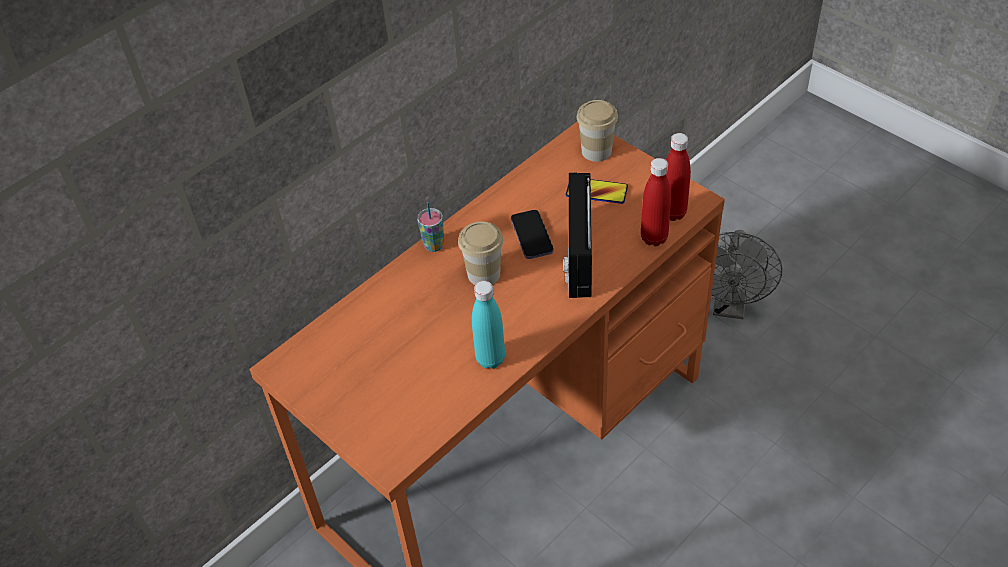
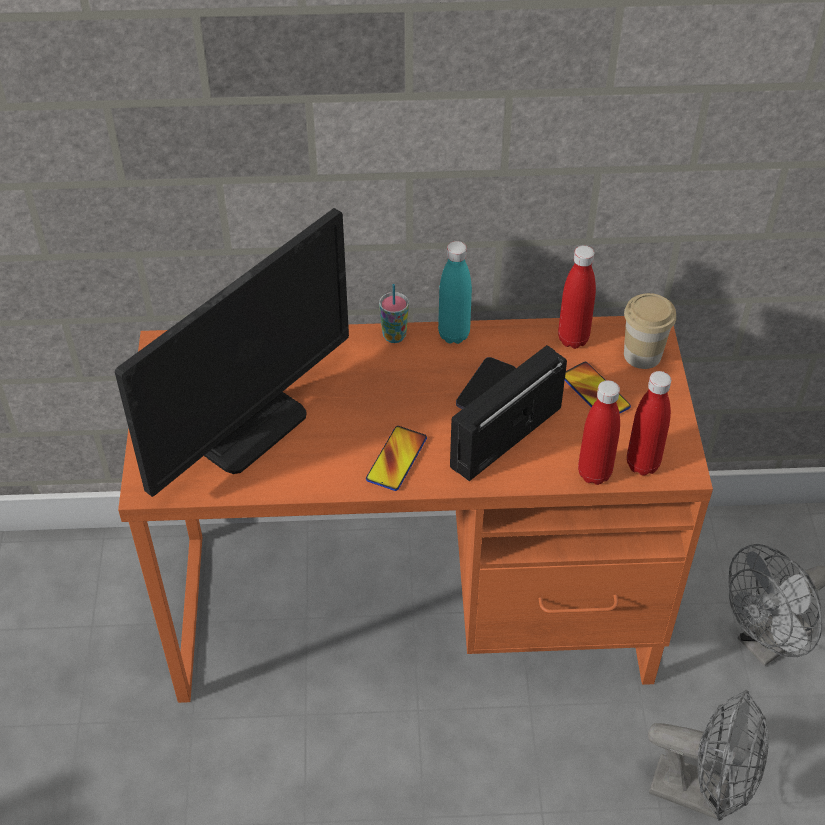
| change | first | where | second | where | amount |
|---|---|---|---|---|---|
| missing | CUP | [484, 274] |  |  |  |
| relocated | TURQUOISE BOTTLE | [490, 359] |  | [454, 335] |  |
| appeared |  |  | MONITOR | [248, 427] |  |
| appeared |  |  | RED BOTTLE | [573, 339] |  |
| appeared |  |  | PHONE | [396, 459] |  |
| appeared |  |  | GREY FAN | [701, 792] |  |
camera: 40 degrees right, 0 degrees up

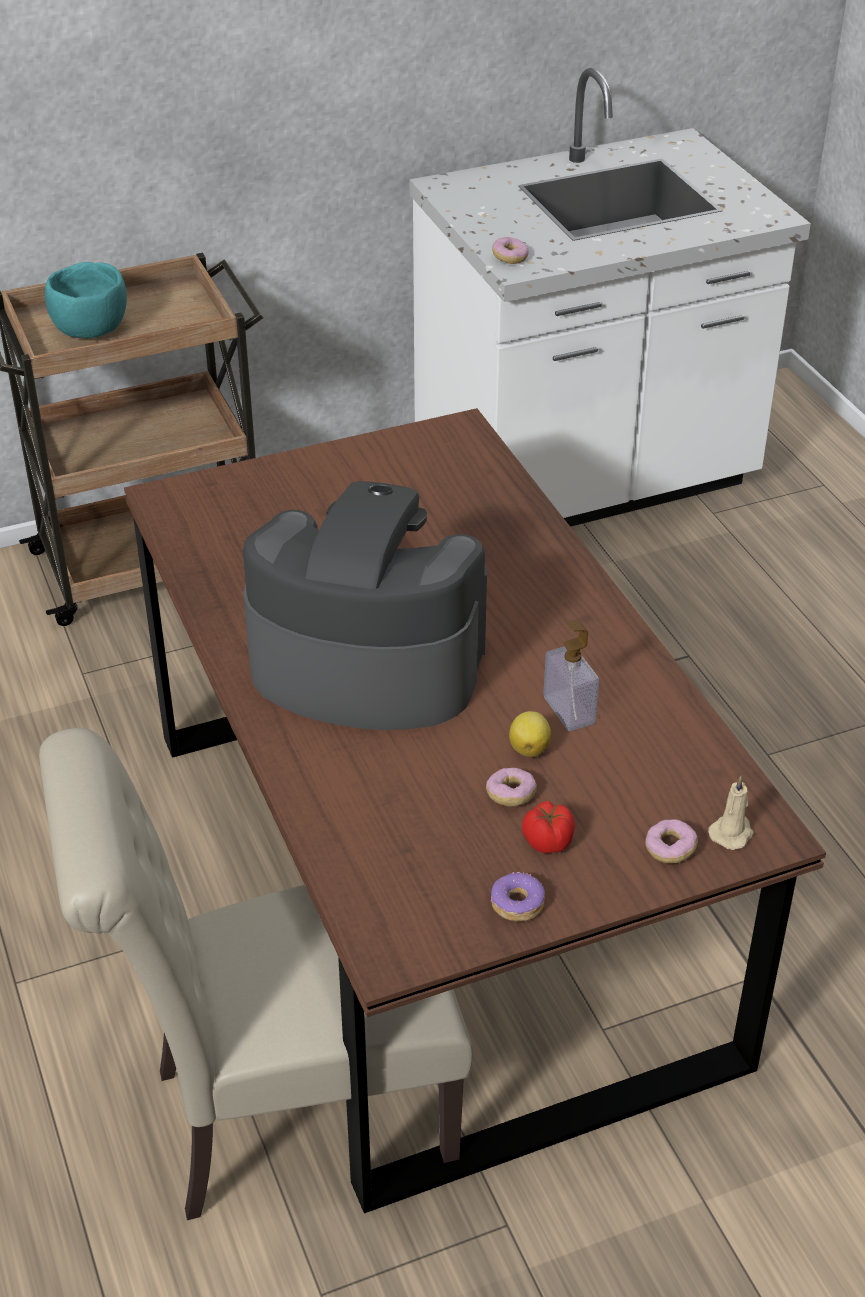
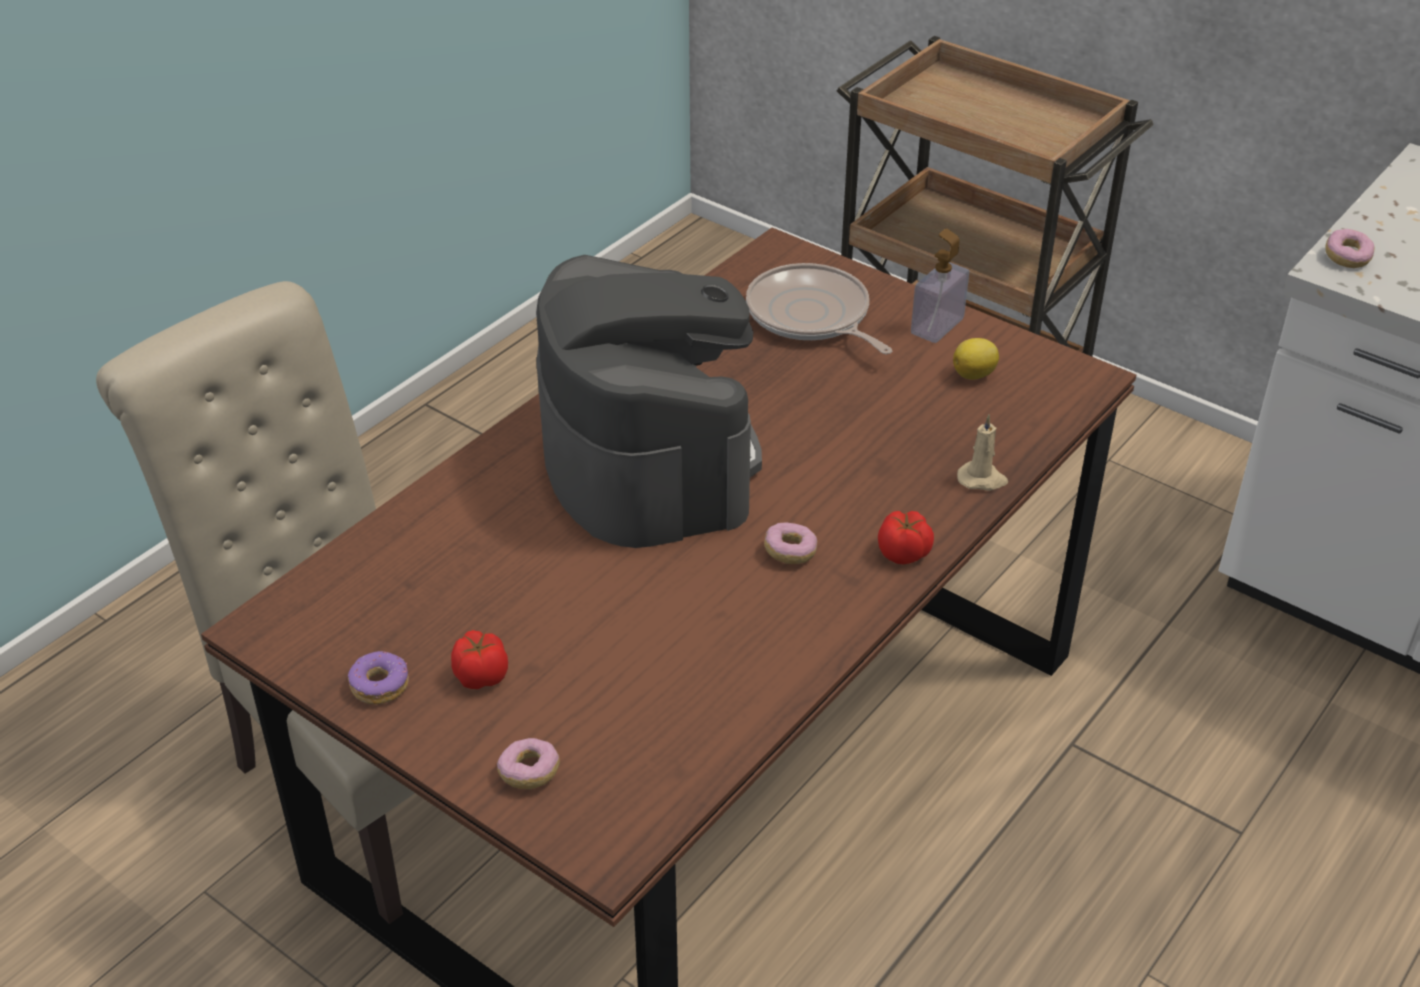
| change | first | where | second | where | amount |
|---|---|---|---|---|---|
| missing | TURQUOISE BOWL | [92, 331] |  |  |  |
| relocated | SOAP DISPENSER | [569, 710] |  | [937, 326] |  |
| relocated | LEMON | [529, 747] |  | [975, 374] |  |
| relocated | DONUT | [511, 795] |  | [790, 552] |  |
| relocated | BEIGE CANDLE | [732, 833] |  | [982, 479] |  |
| appeared |  |  | FRYING PAN | [811, 316] |  |
| appeared |  |  | TOMATO | [904, 553] |  |
camera: 60 degrees right, 0 degrees up

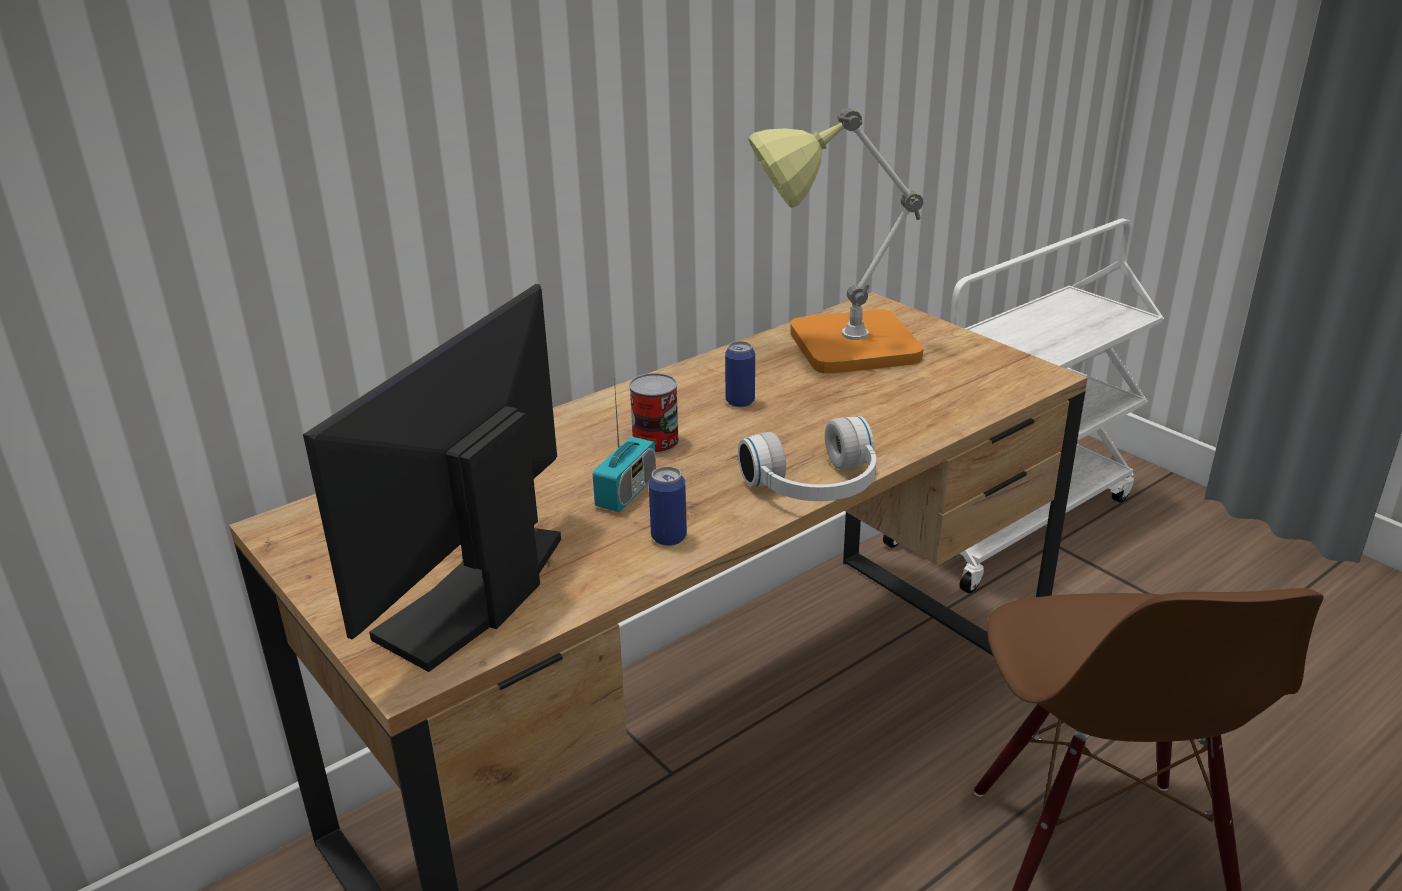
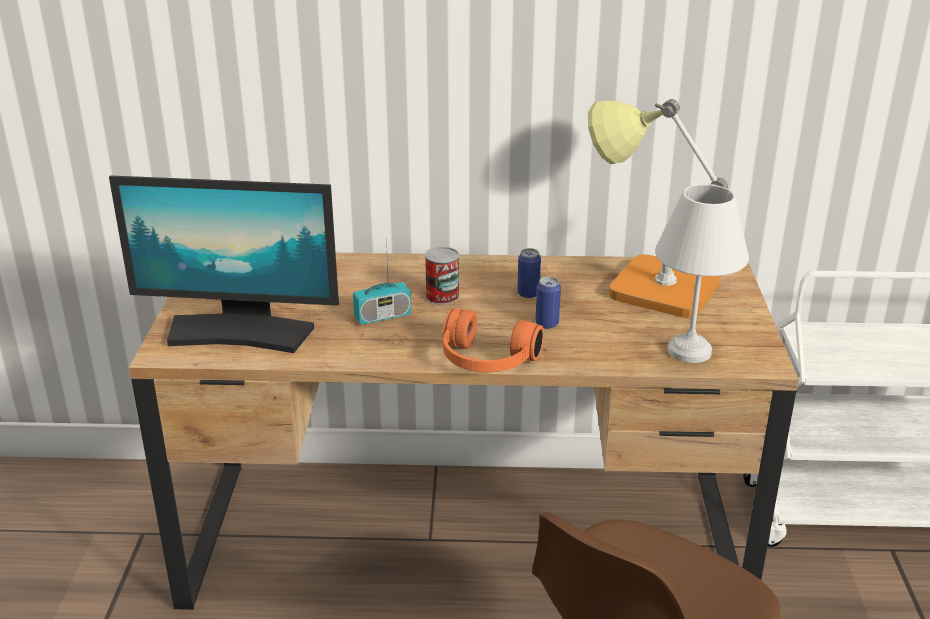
| change | first | where | second | where | amount |
|---|---|---|---|---|---|
| spun | MONITOR | [478, 594] |  | [240, 332] | 150 degrees counterclockwise |
| colour | WHITE HEADPHONES | [816, 487] | ORANGE HEADPHONES | [485, 361] |  |
| relocated | CAN | [669, 537] |  | [547, 324] |  |
| appeared |  |  | WHITE TABLE LAMP | [687, 350] |  |
camera: 40 degrees right, 0 degrees up

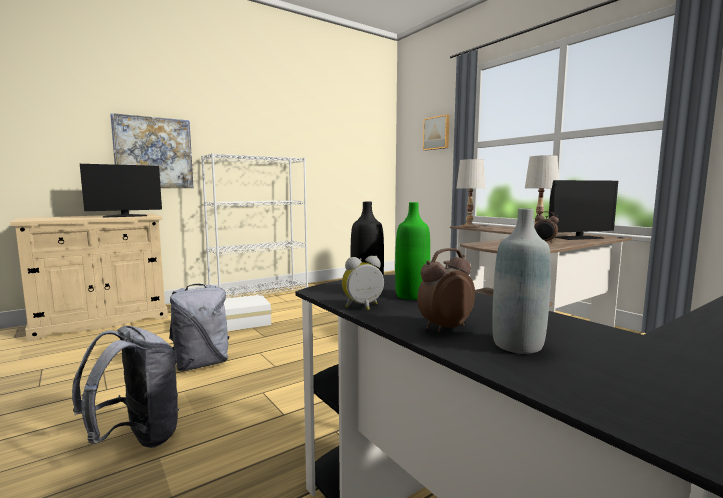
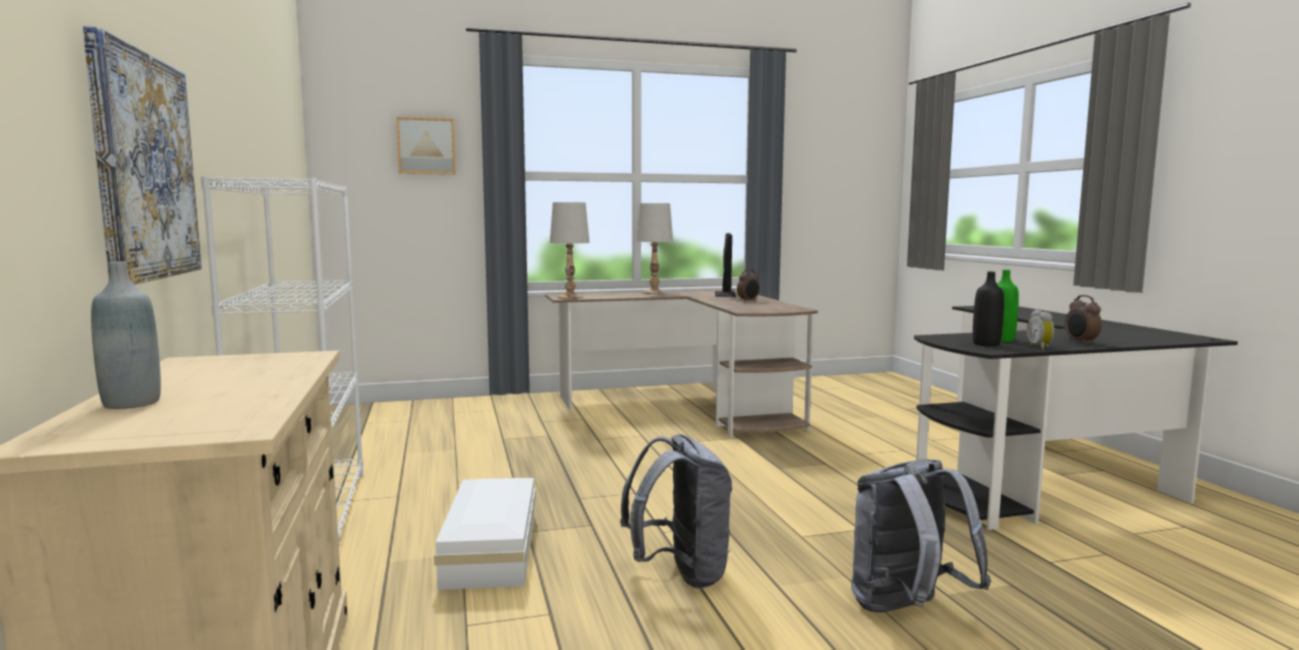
| change | first | where | second | where | amount |
|---|---|---|---|---|---|
| missing | MONITOR | [125, 216] |  |  |  |
| relocated | GREY BOTTLE | [517, 345] |  | [132, 403] |  |
camera: 70 degrees left, 0 degrees up

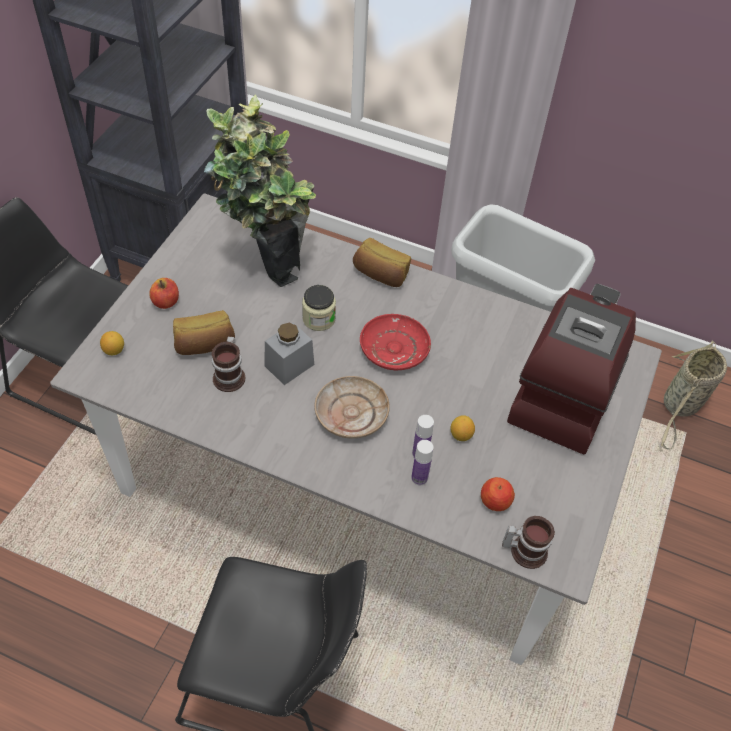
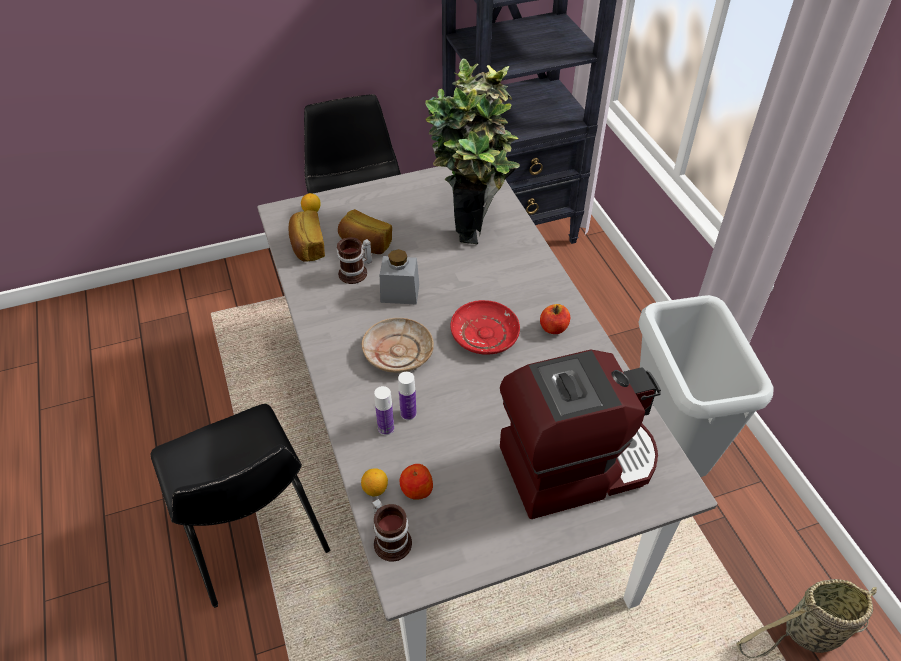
| change | first | where | second | where | amount |
|---|---|---|---|---|---|
| relocated | BREAD | [380, 274] |  | [307, 246] |  |
| relocated | APPLE | [166, 302] |  | [554, 328] |  |
| missing | JAR | [319, 319] |  |  |  |
| relocated | LEMON | [461, 435] |  | [375, 489] |  |
camera: 50 degrees right, 5 degrees down

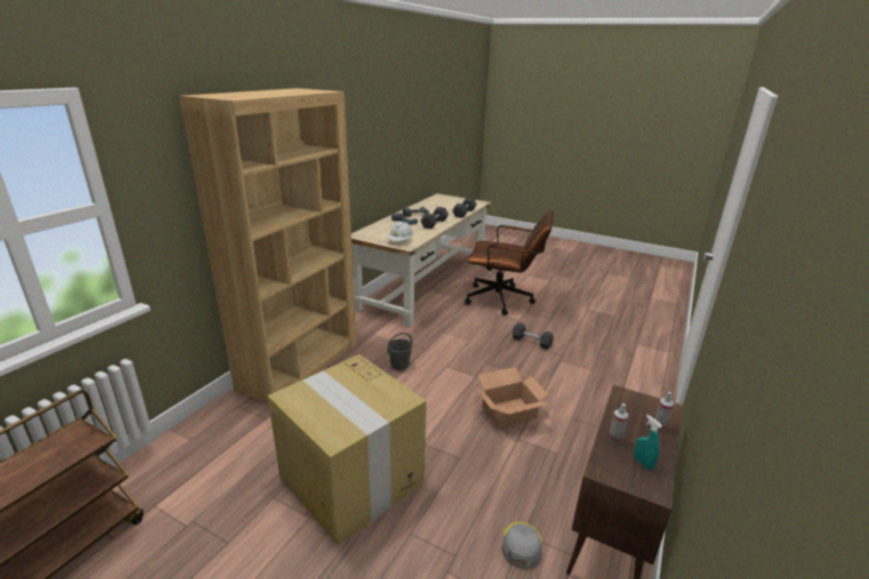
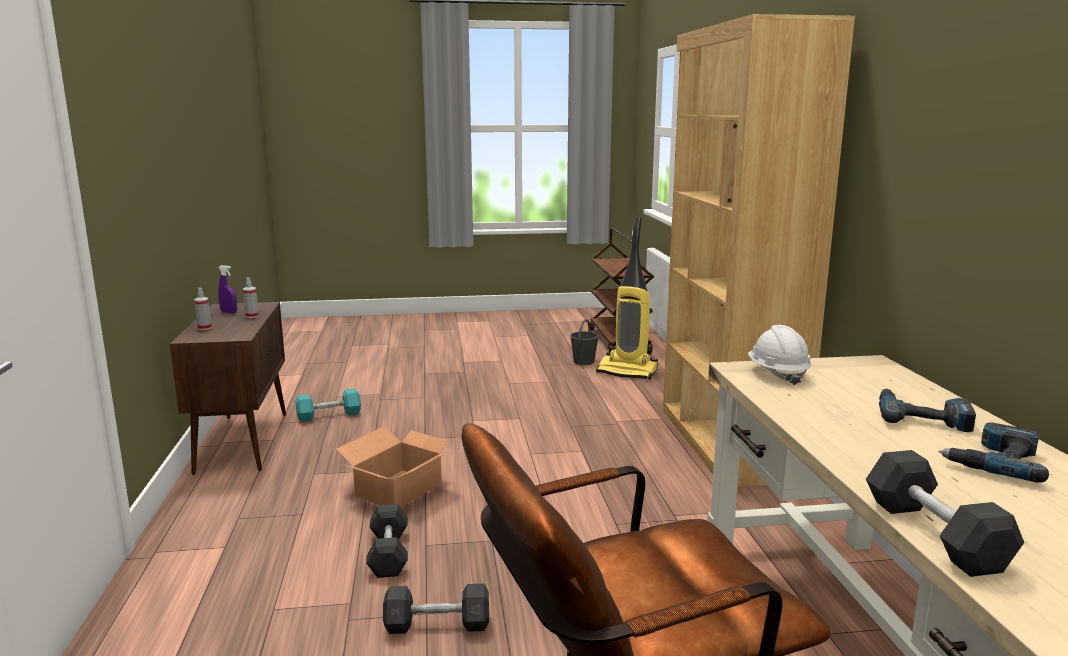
| change | first | where | second | where | amount |
|---|---|---|---|---|---|
| relocated | GREY DUMBBELL | [434, 224] |  | [388, 554] |  |
| relocated | GREY BUCKET | [400, 365] |  | [583, 362] |  |
| missing | CARDBOARD BOX | [353, 481] |  |  |  |
| colour | TURQUOISE SPRAY BOTTLE | [642, 463] | PURPLE SPRAY BOTTLE | [229, 312] |  |
| exchanged | GREY CAP | [521, 545] | TURQUOISE DUMBBELL | [329, 415] |  |
| appeared |  |  | VACUUM CLEANER | [628, 372] |  |
camera: 145 degrees right, 10 degrees down

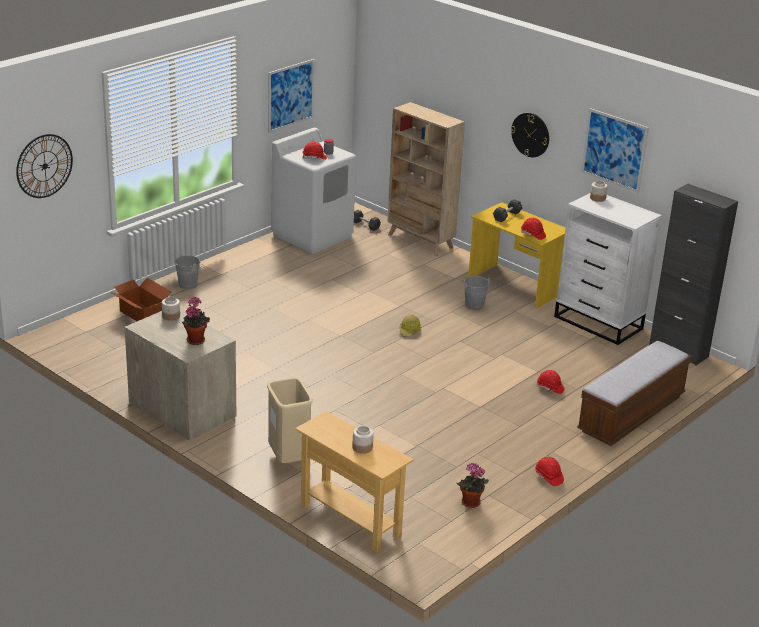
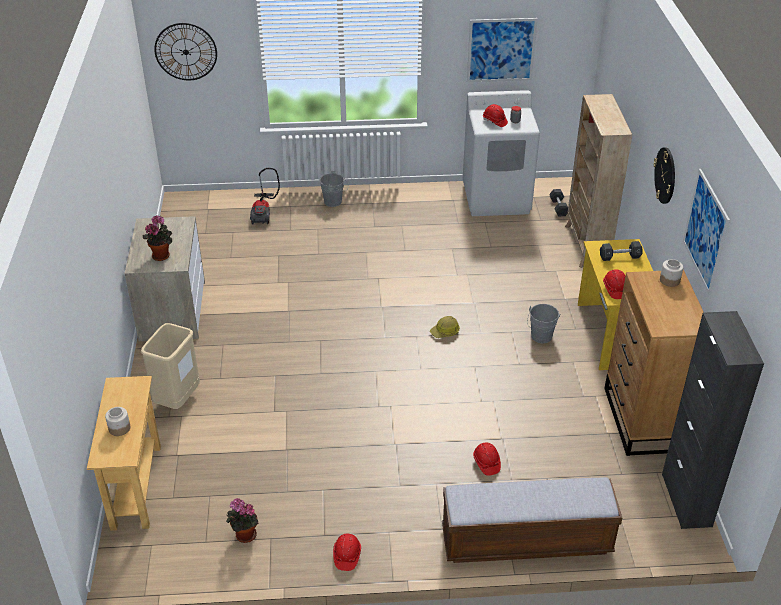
| change | first | where | second | where | amount |
|---|---|---|---|---|---|
| colour | WHITE DRESSER | [599, 323] | BROWN DRESSER | [642, 420] |  |
| exchanged | CARDBOARD BOX | [141, 314] | VACUUM CLEANER | [264, 213] |  |
| missing | JAR | [171, 316] |  |  |  |
camera: 45 degrees right, 10 degrees up

